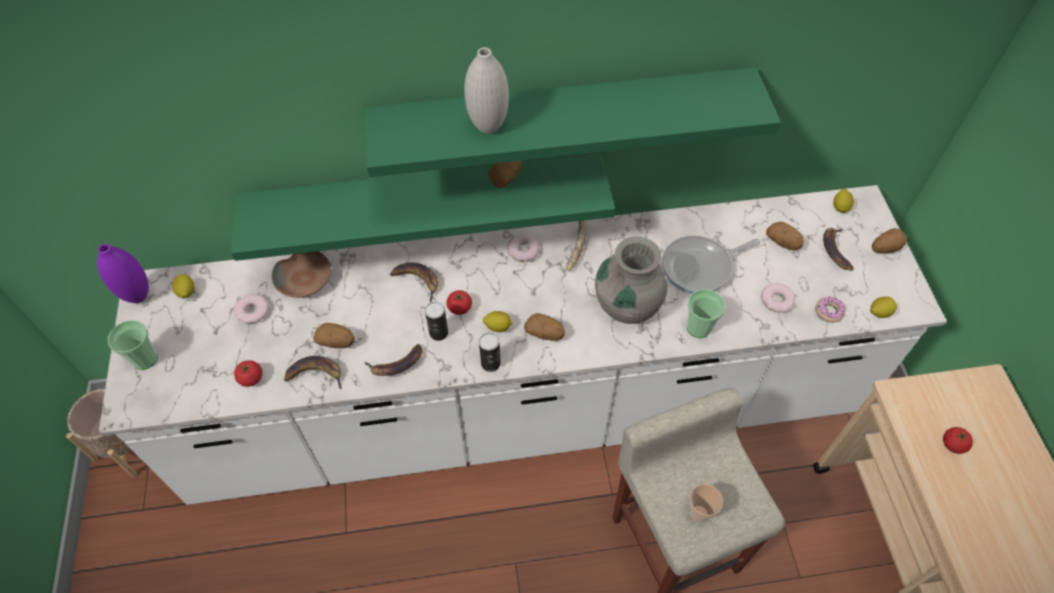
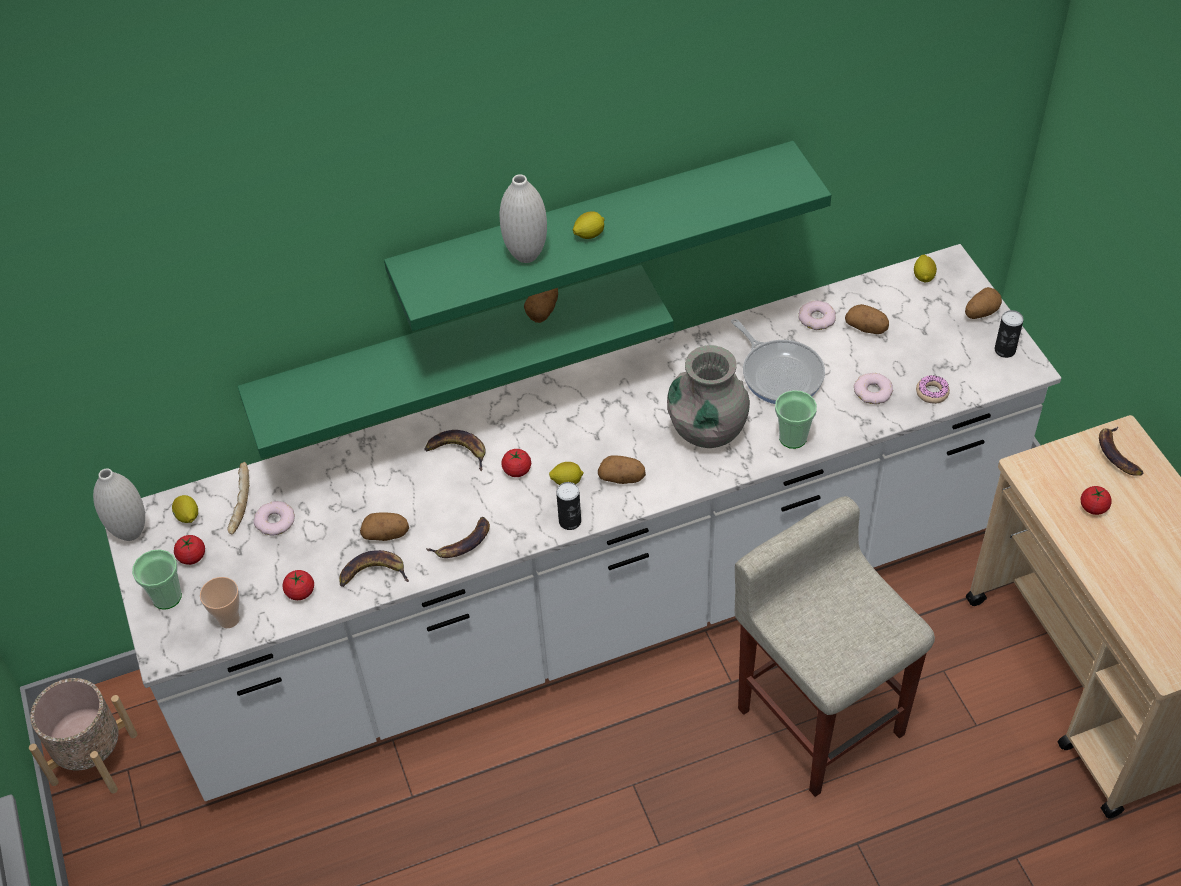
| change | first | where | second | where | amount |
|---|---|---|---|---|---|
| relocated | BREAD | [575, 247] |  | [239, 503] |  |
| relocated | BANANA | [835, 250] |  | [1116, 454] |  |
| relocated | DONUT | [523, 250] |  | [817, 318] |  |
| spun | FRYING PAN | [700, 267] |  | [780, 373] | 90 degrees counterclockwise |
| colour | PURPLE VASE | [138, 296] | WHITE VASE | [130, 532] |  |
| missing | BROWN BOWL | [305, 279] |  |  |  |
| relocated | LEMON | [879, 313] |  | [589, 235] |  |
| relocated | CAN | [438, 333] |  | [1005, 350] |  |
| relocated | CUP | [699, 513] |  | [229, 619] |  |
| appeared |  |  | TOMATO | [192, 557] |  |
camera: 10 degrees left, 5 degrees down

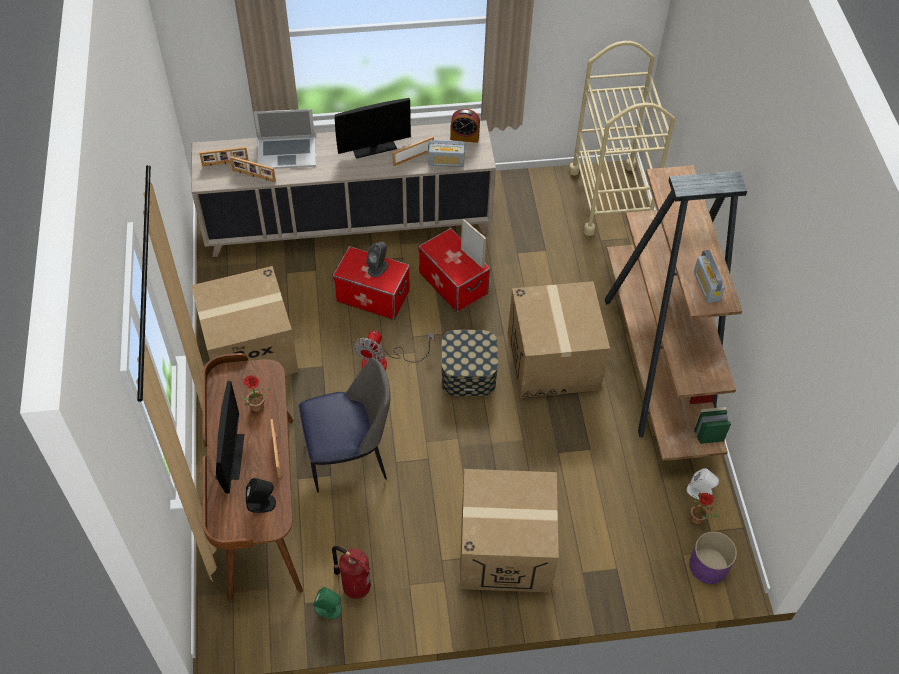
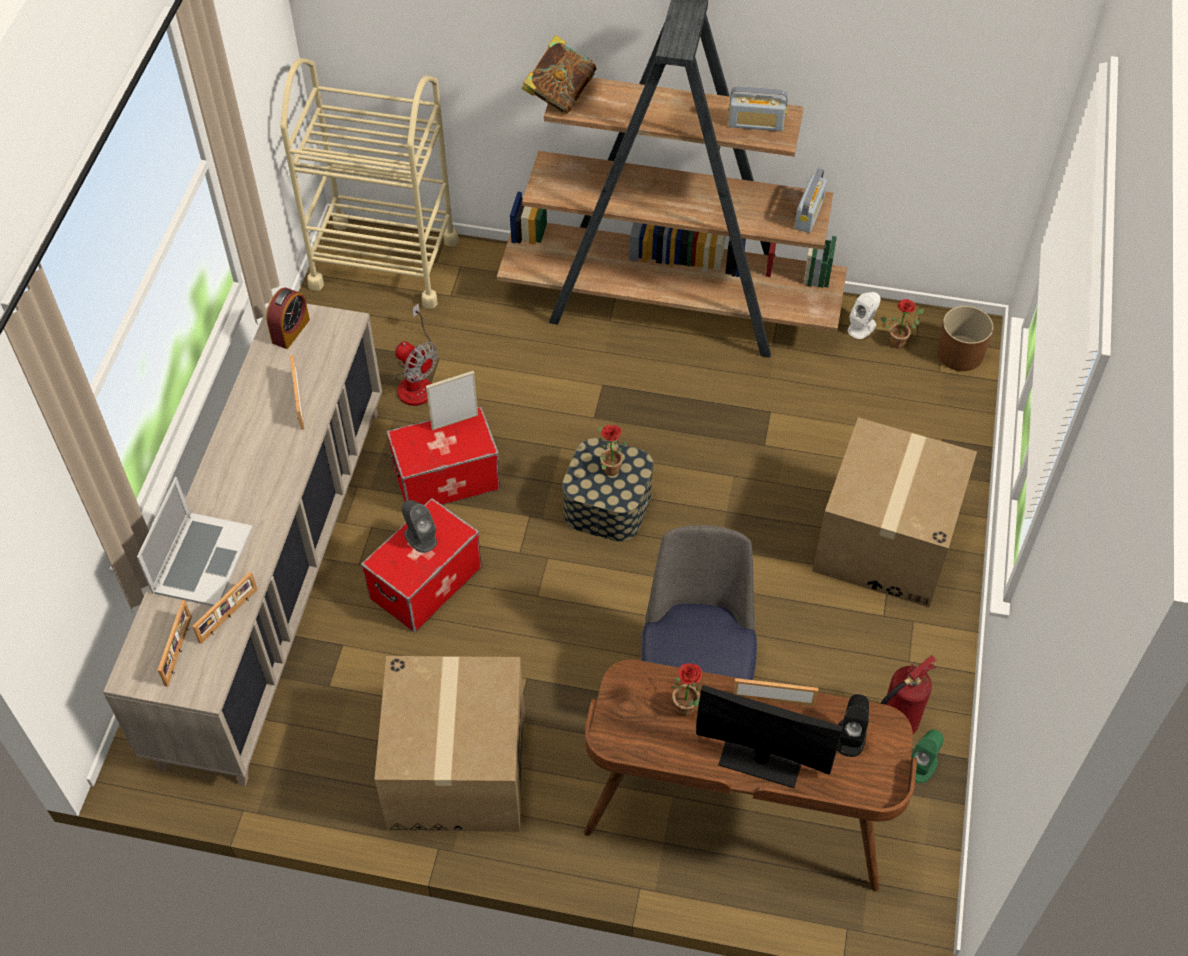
| change | first | where | second | where | amount |
|---|---|---|---|---|---|
| missing | MONITOR | [373, 147] |  |  |  |
| relocated | RADIO | [446, 162] |  | [809, 214] |  |
| missing | CARDBOARD BOX | [553, 360] |  |  |  |
| relocated | FAN | [384, 363] |  | [416, 380] |  |
| colour | PURPLE PLANTER | [708, 566] | BROWN PLANTER | [959, 353] |  |
| appeared |  |  | BOOK | [560, 95] |  |
| appeared |  |  | POTTED PLANT | [608, 467] |  |
camera: 70 degrees left, 0 degrees up

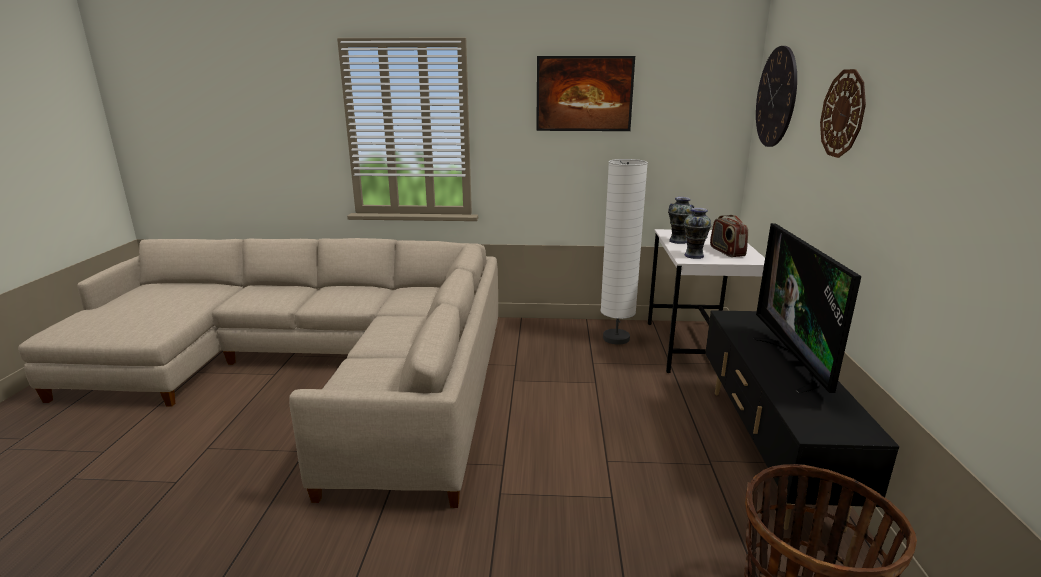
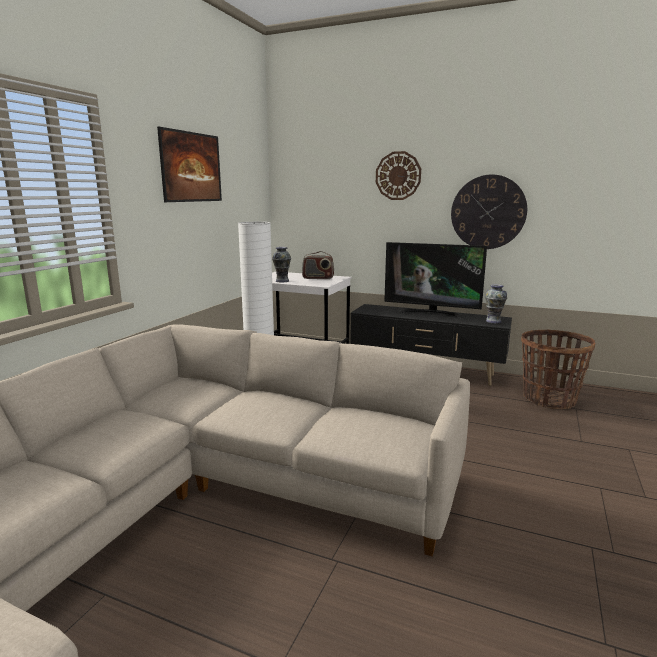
| change | first | where | second | where | amount |
|---|---|---|---|---|---|
| relocated | WALL CLOCK | [776, 97] |  | [488, 212] |  |
| relocated | VASE | [694, 255] |  | [493, 321] |  |
camera: 70 degrees left, 5 degrees down

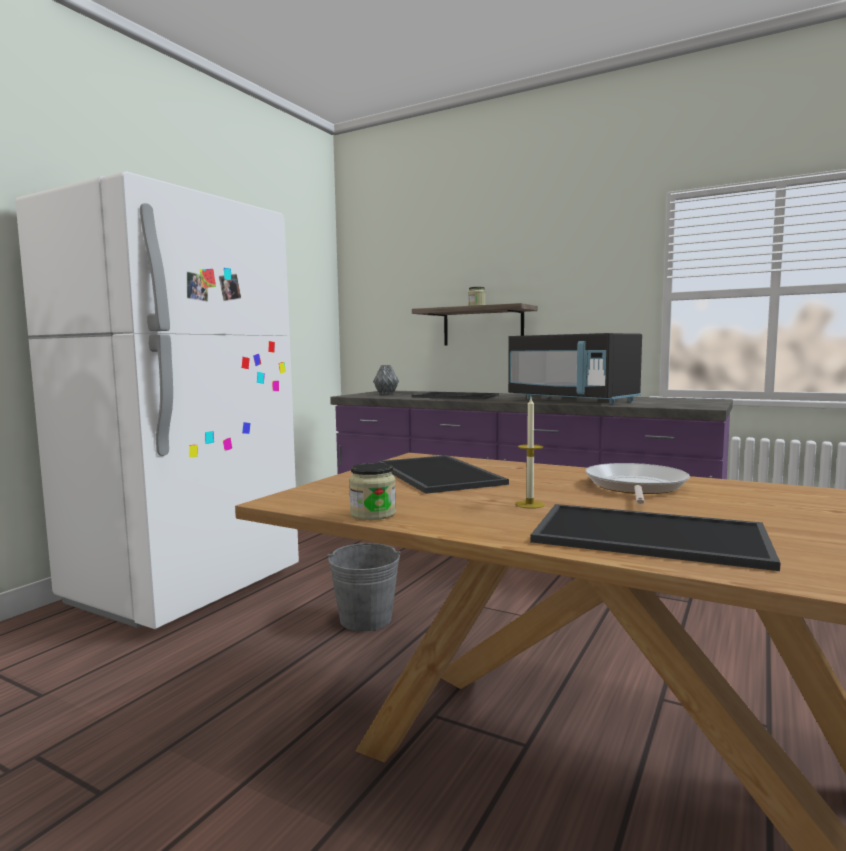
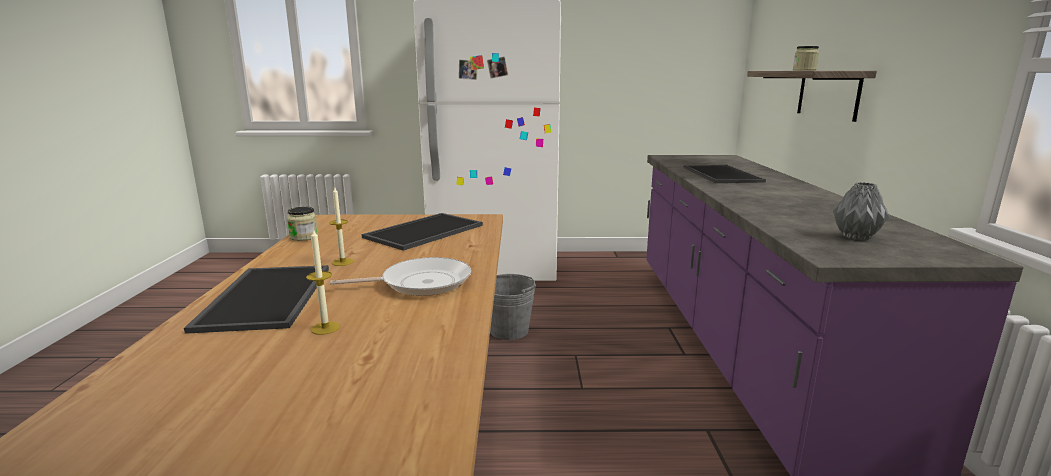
| change | first | where | second | where | amount |
|---|---|---|---|---|---|
| missing | BLACK MICROWAVE | [572, 400] |  |  |  |
| relocated | GREY VASE | [386, 394] |  | [856, 237] |  |
| appeared |  |  | CANDLE | [325, 328] |  |
camera: 60 degrees right, 10 degrees up

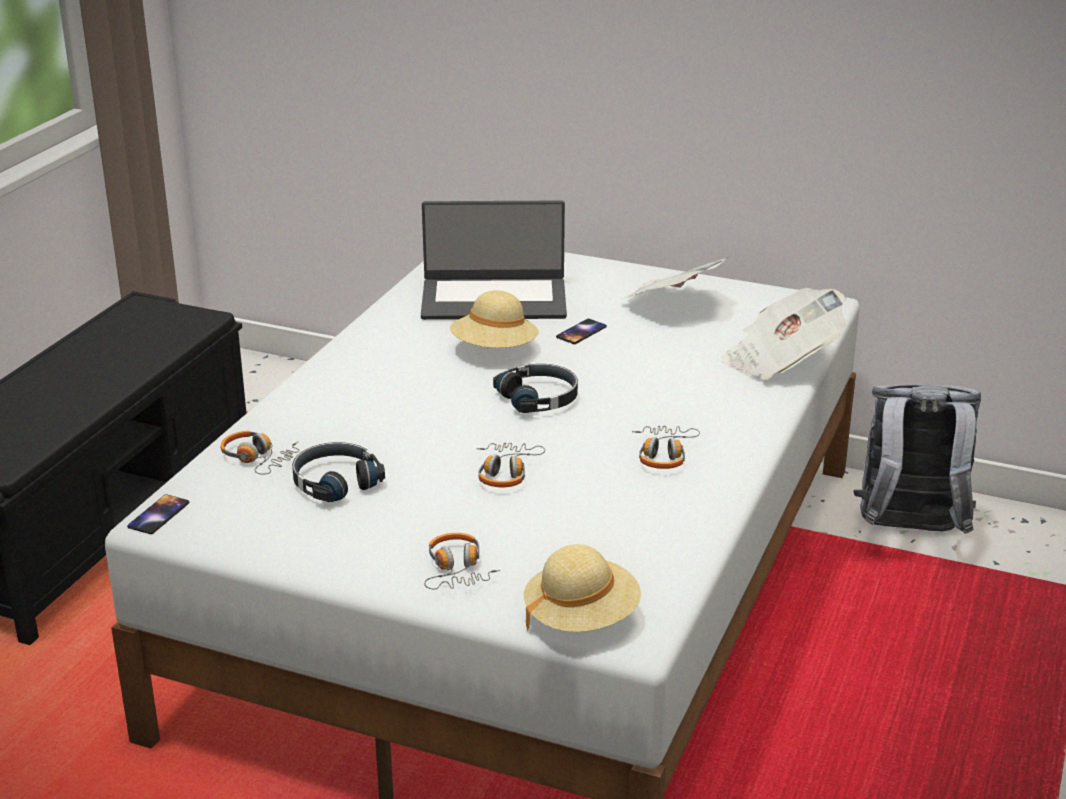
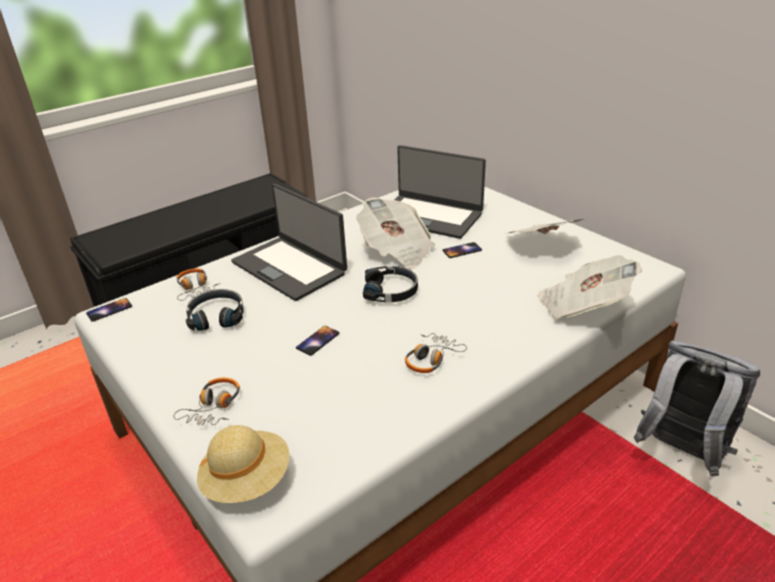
| change | first | where | second | where | amount |
|---|---|---|---|---|---|
| exchanged | BEIGE HAT | [494, 350] | NEWSPAPER | [396, 250] |  |
| exchanged | HEADPHONES | [506, 472] | PHONE | [317, 341] |  |
| appeared |  |  | LAPTOP | [290, 267] |  |
camera: 30 degrees right, 5 degrees up

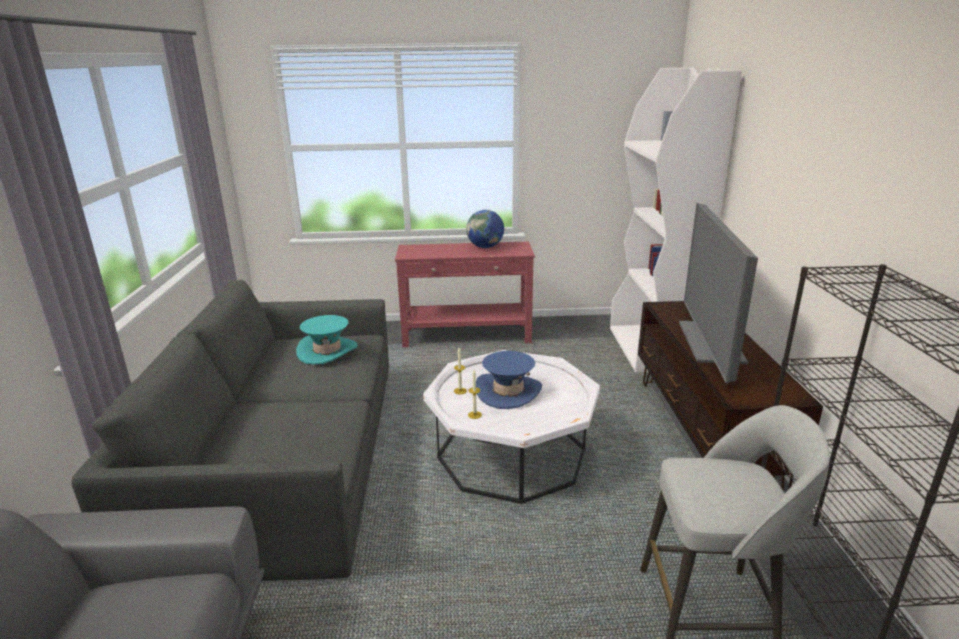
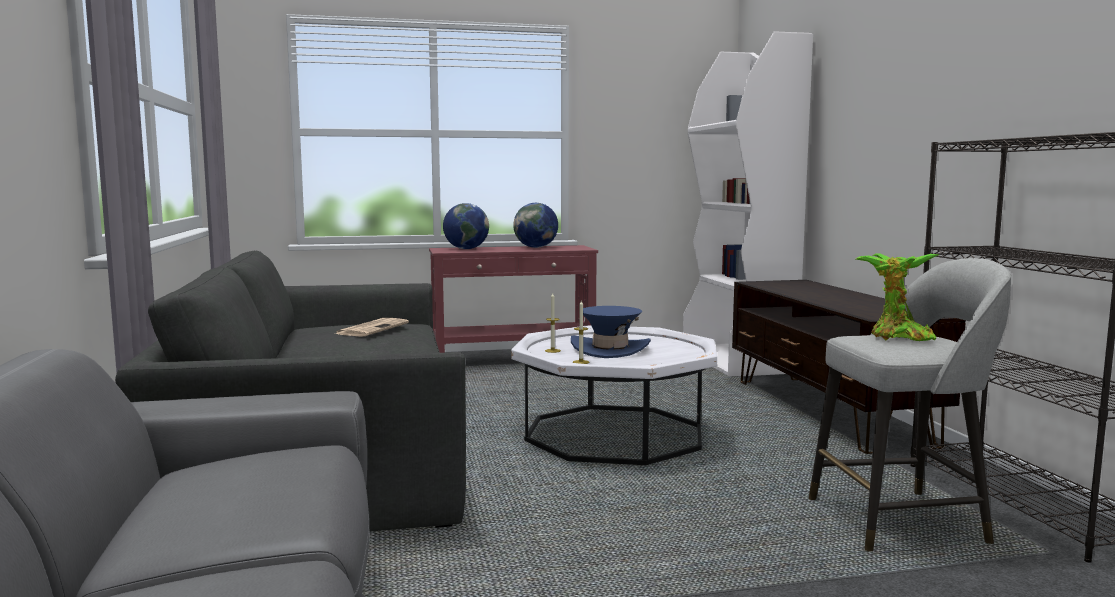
| change | first | where | second | where | amount |
|---|---|---|---|---|---|
| missing | TELEVISION | [710, 342] |  |  |  |
| exchanged | TURQUOISE HAT | [327, 351] | NEWSPAPER | [372, 328] |  |
| appeared |  |  | GLOBE | [466, 249] |  |
| appeared |  |  | POTTED PLANT | [897, 338] |  |
camera: 10 degrees left, 15 degrees down

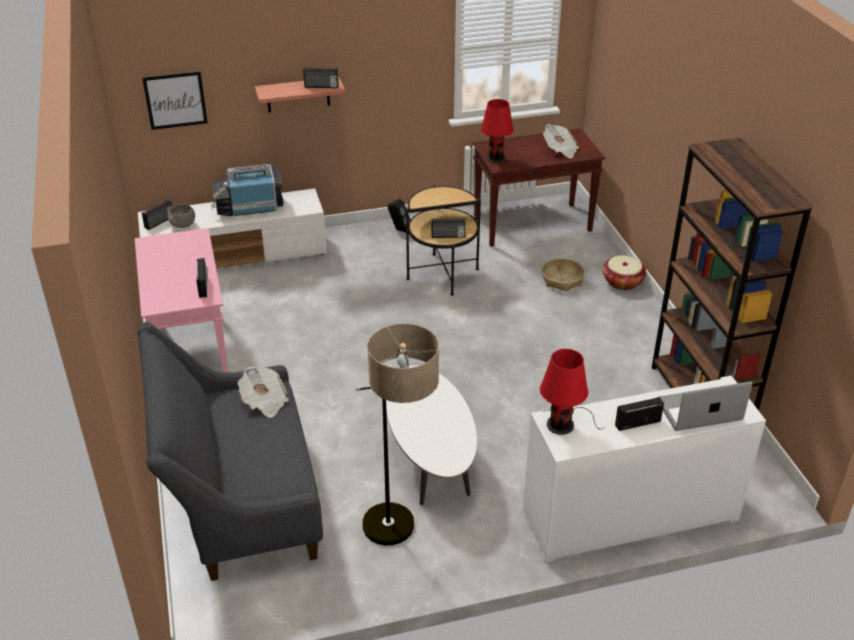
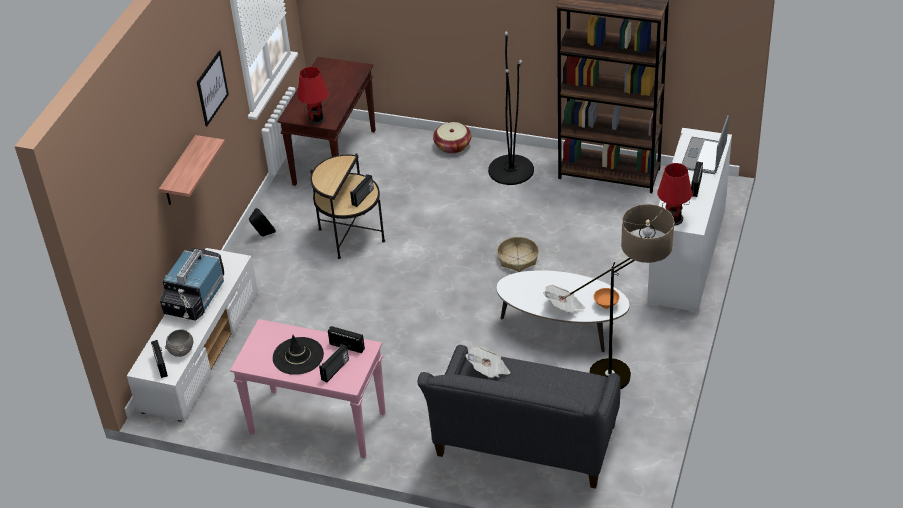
| change | first | where | second | where | amount |
|---|---|---|---|---|---|
| relocated | RADIO | [321, 86] |  | [335, 370] |  |
| relocated | PICTURE | [175, 100] |  | [212, 88] |  |
| relocated | NEWSPAPER | [560, 150] |  | [564, 307] |  |
| relocated | BASKET | [562, 280] |  | [518, 259] |  |
| appeared |  |  | BLACK FLOOR LAMP | [511, 170] |  |
| appeared |  |  | ORANGE BOWL | [605, 304] |  |
| appeared |  |  | BLACK HAT | [298, 356] |  |
camera: 55 degrees left, 5 degrees up

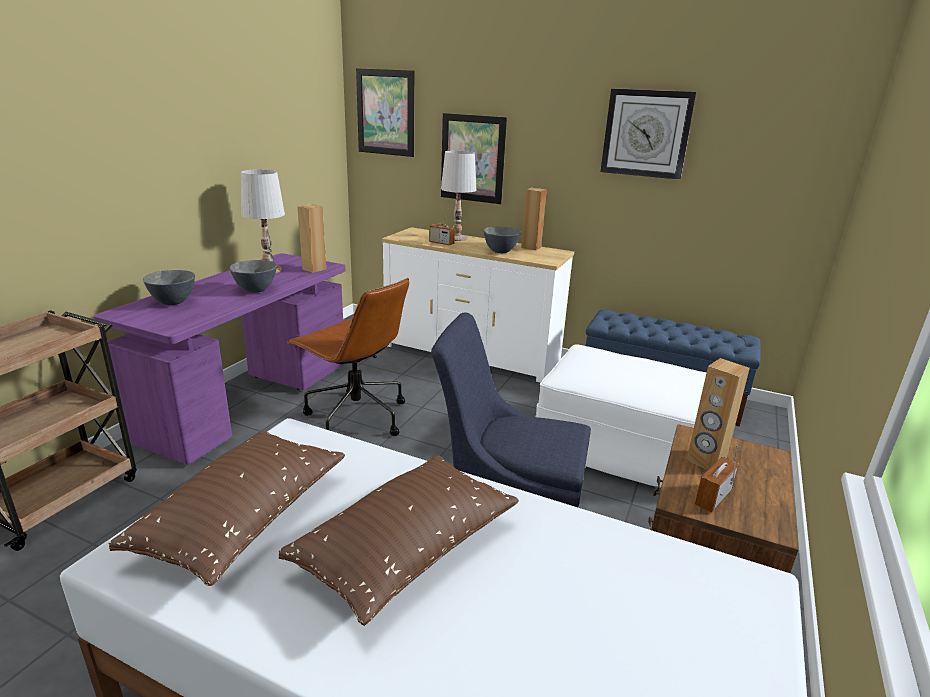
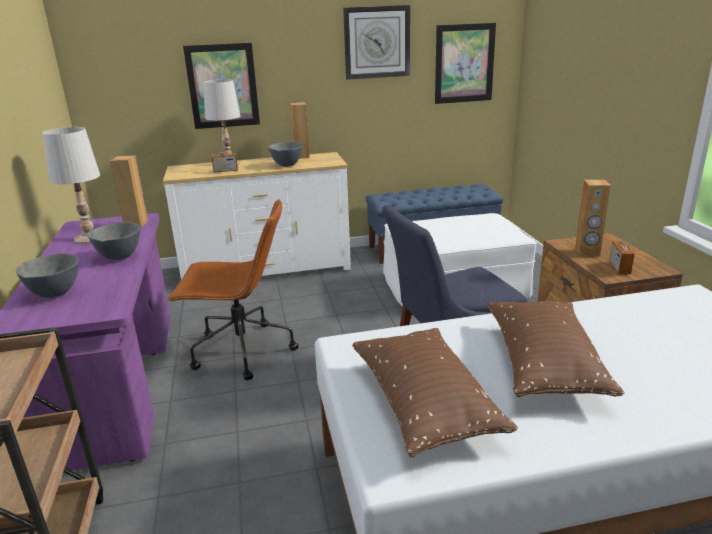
| change | first | where | second | where | amount |
|---|---|---|---|---|---|
| relocated | PICTURE | [386, 112] |  | [464, 63] |  |
camera: 35 degrees left, 0 degrees up

